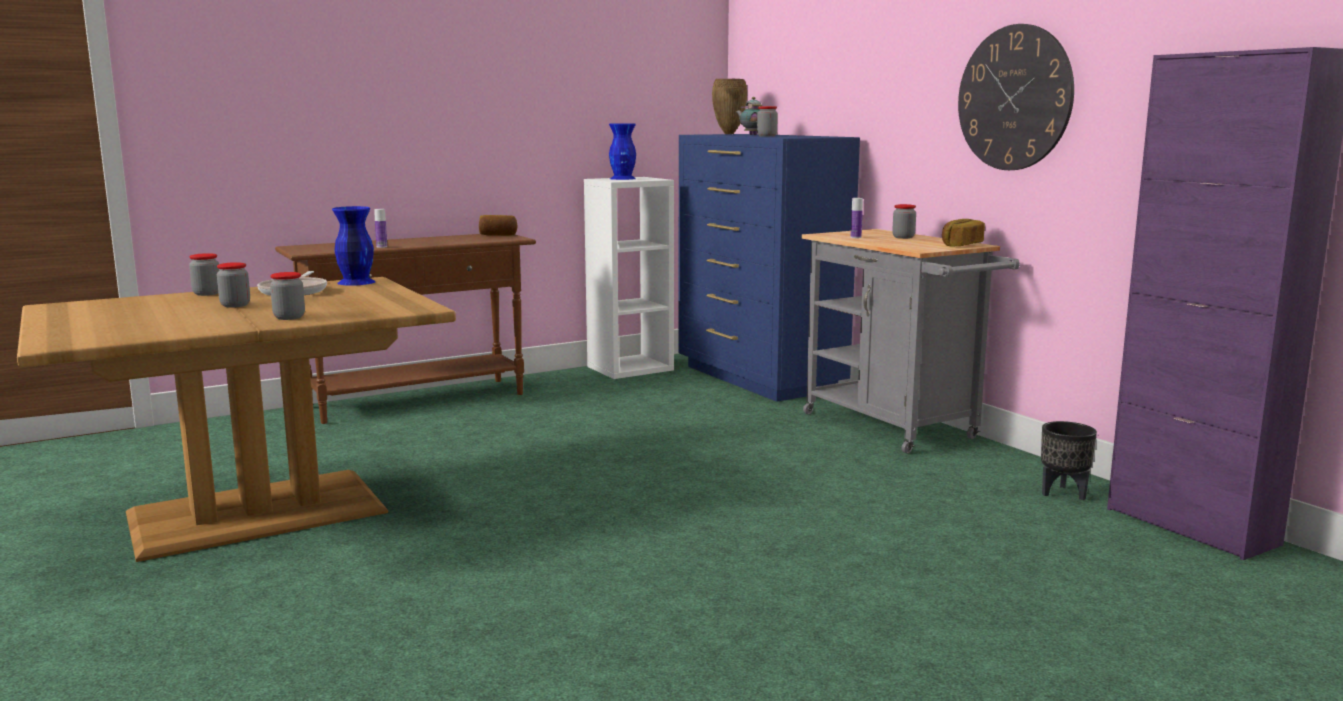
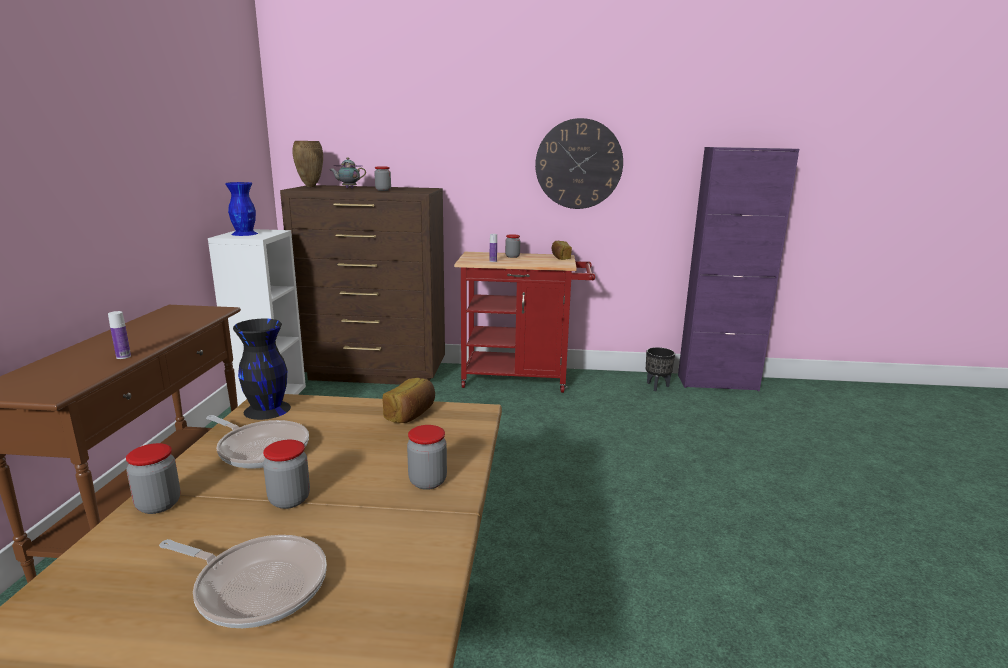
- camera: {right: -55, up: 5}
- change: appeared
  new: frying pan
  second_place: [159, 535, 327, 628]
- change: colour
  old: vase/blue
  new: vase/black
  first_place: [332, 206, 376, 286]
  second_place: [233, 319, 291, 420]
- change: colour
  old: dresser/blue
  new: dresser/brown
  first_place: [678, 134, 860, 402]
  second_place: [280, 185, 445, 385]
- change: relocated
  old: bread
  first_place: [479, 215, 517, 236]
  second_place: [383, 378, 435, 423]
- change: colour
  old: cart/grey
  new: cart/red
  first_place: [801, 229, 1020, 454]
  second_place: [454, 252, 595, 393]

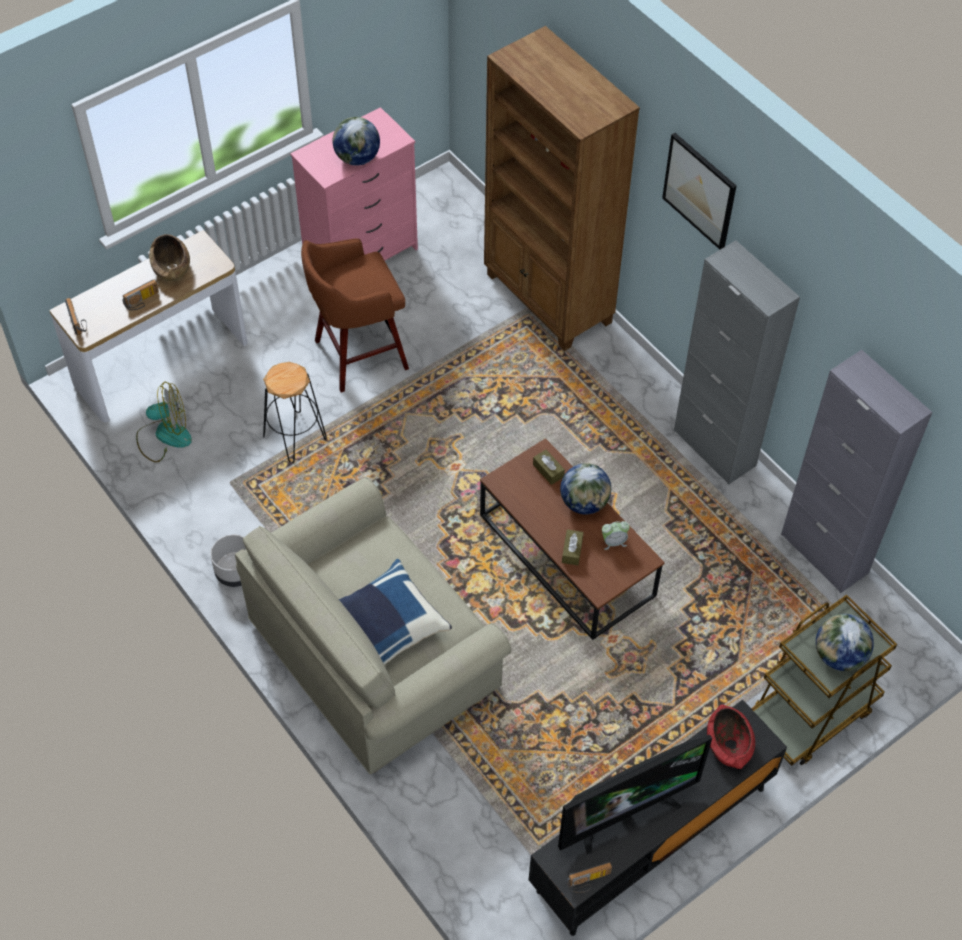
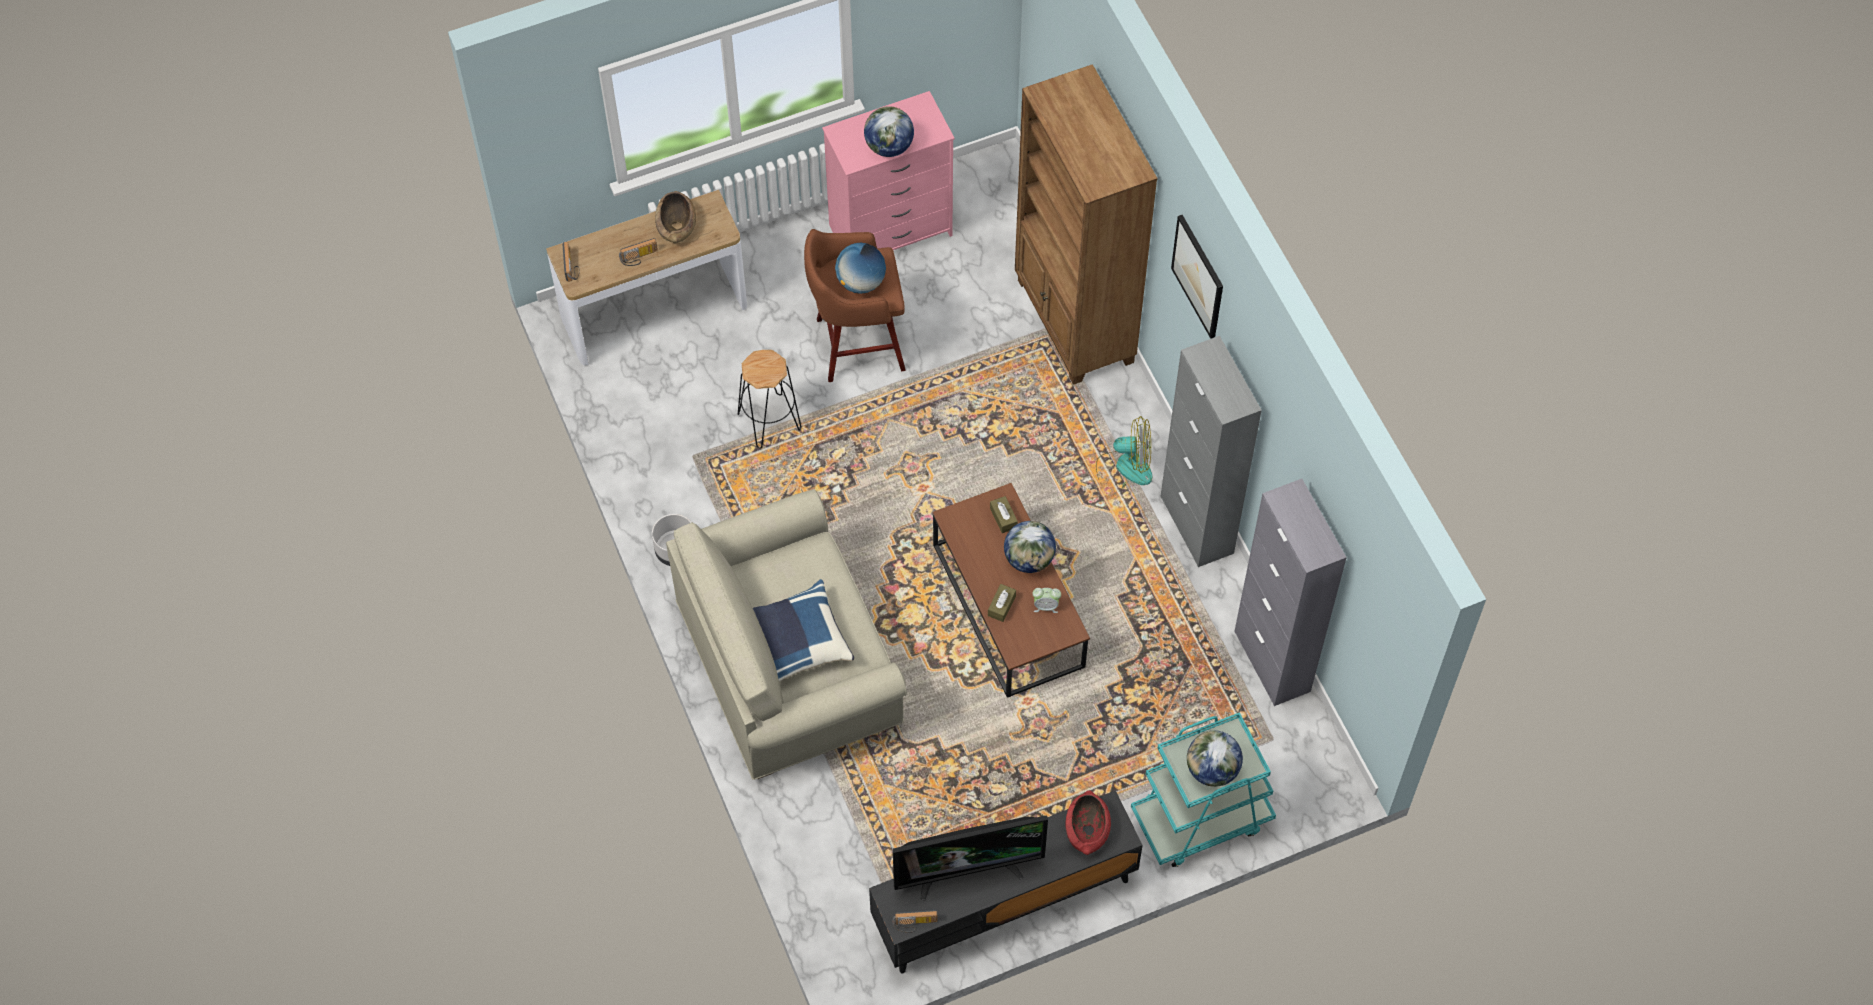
- camera: {right: 15, up: 5}
- change: appeared
  new: globe
  second_place: [835, 243, 886, 294]
- change: relocated
  old: fan
  first_place: [136, 381, 192, 462]
  second_place: [1096, 416, 1152, 489]
- change: colour
  old: cart/brown
  new: cart/turquoise
  first_place: [751, 594, 897, 766]
  second_place: [1131, 712, 1276, 867]

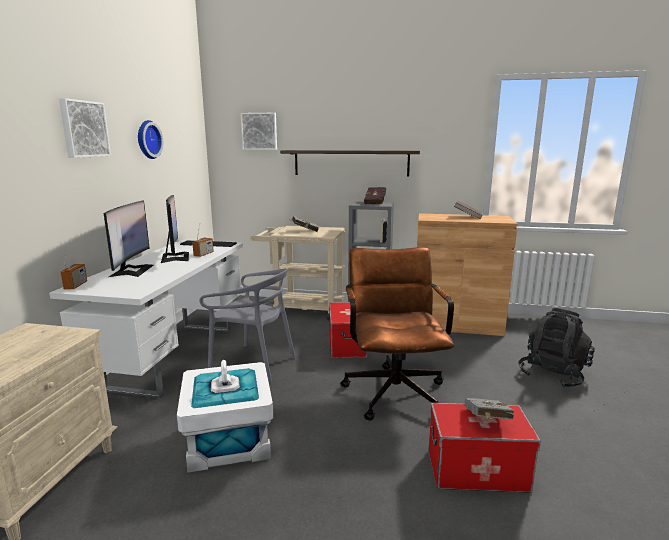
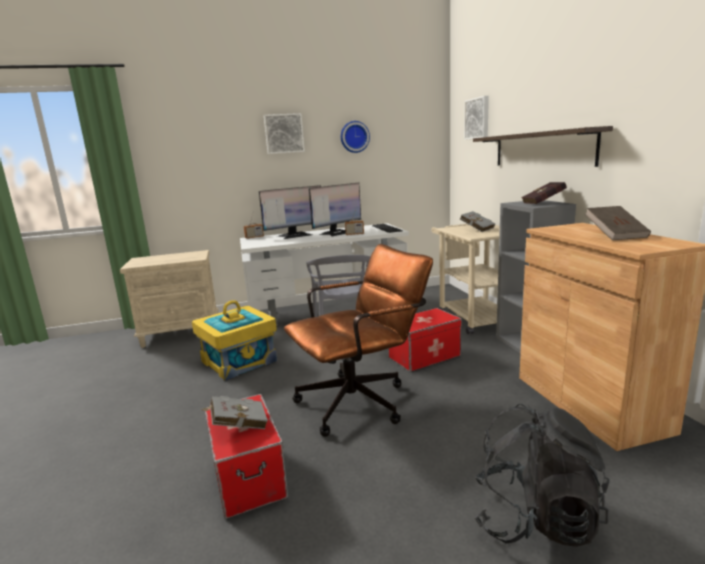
- camera: {right: 65, up: 0}
- change: colour
  old: storage box/white
  new: storage box/yellow
  first_place: [177, 360, 273, 472]
  second_place: [192, 300, 277, 381]

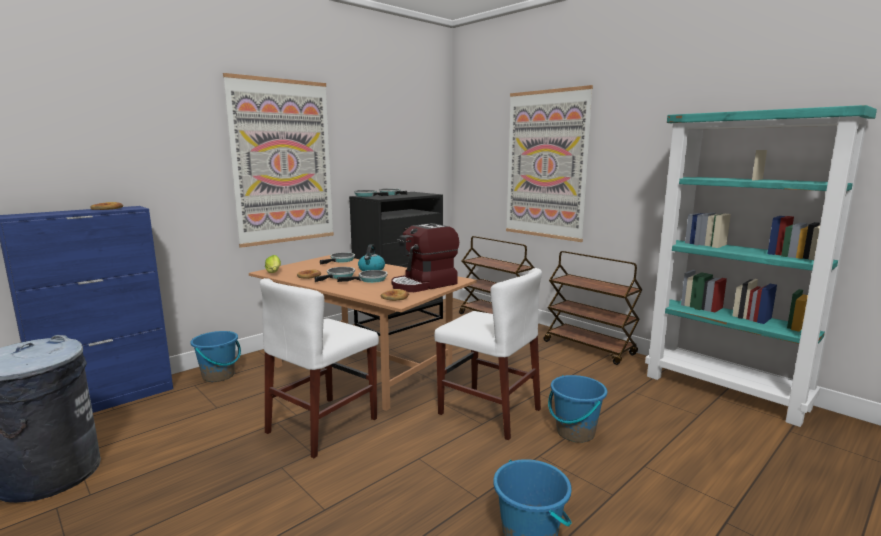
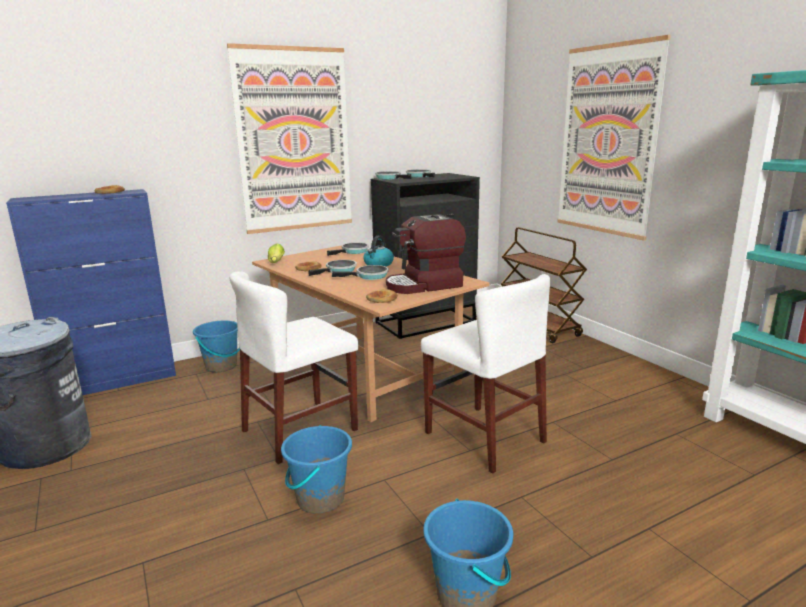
- camera: {right: 15, up: 5}
- change: relocated
  old: bucket/blue
  first_place: [548, 375, 607, 443]
  second_place: [281, 425, 352, 514]
- change: missing
  old: cart/brown
  first_place: [544, 251, 642, 365]

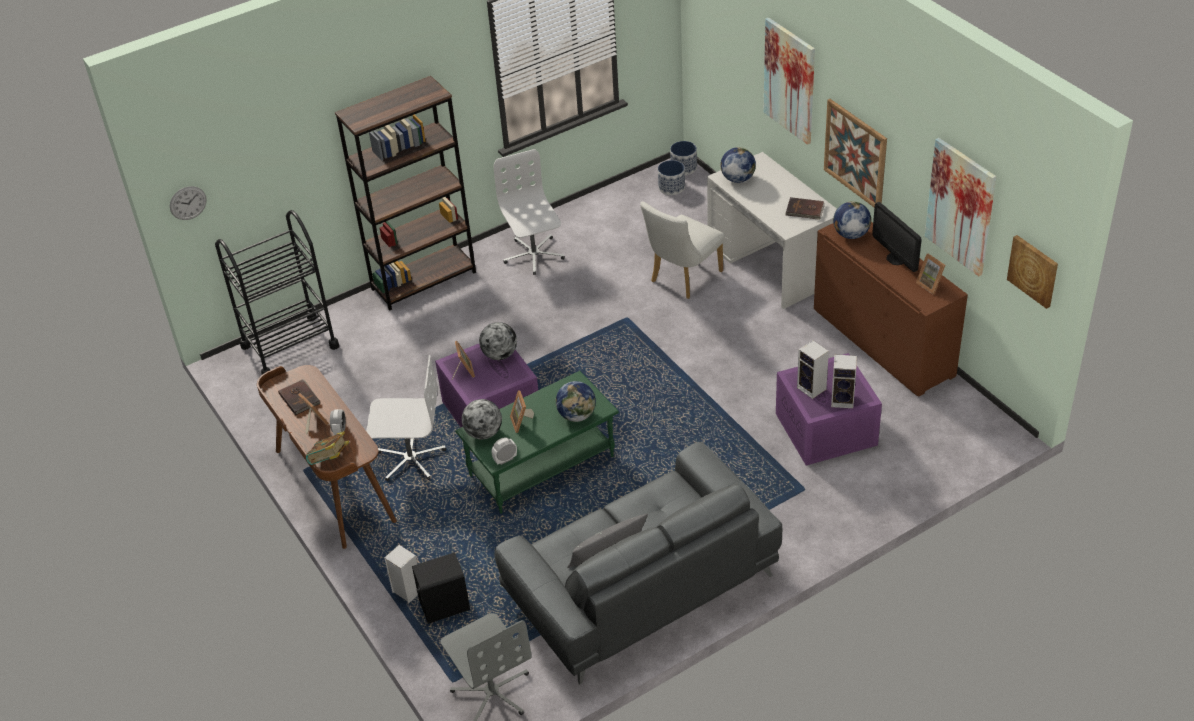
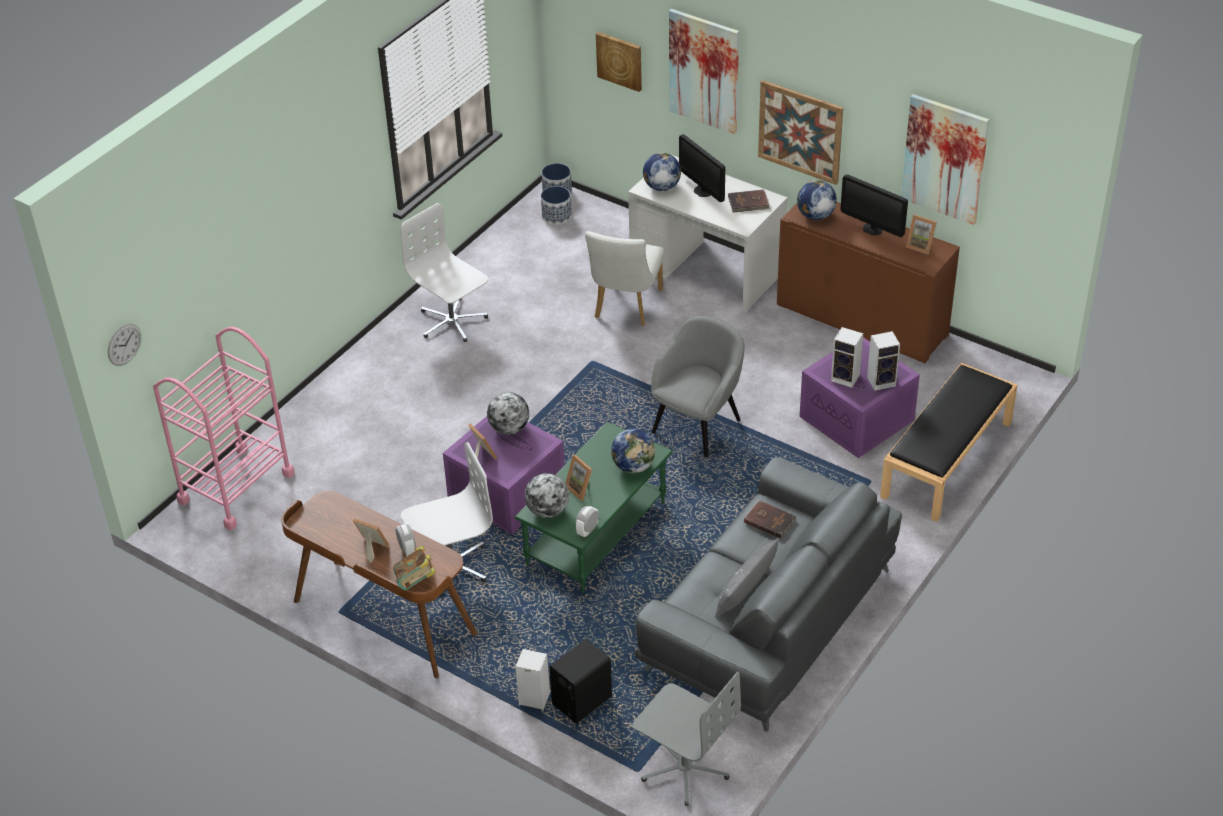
- camera: {right: -25, up: 0}
- change: colour
  old: cart/black
  new: cart/pink
  first_place: [215, 210, 339, 374]
  second_place: [153, 327, 295, 530]
- change: relocated
  old: picture
  first_place: [1007, 235, 1058, 309]
  second_place: [596, 32, 642, 92]
- change: appeared
  new: armchair/grey
  second_place: [651, 315, 744, 457]
- change: appeared
  new: monitor
  second_place: [679, 134, 725, 202]
- change: relocated
  old: book/brown
  first_place: [278, 379, 320, 415]
  second_place: [744, 500, 796, 539]
- change: appeared
  new: bench/black
  second_place: [880, 363, 1017, 522]
- change: missing
  old: bookcase/brown
  first_place: [335, 76, 476, 310]

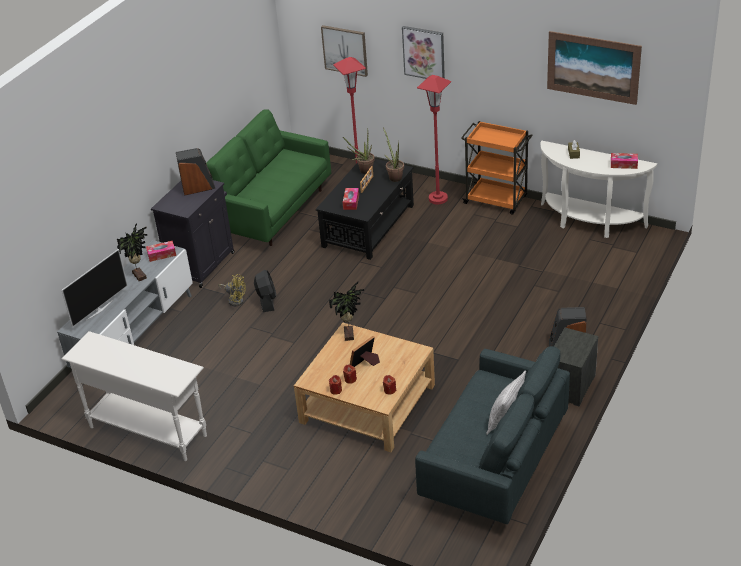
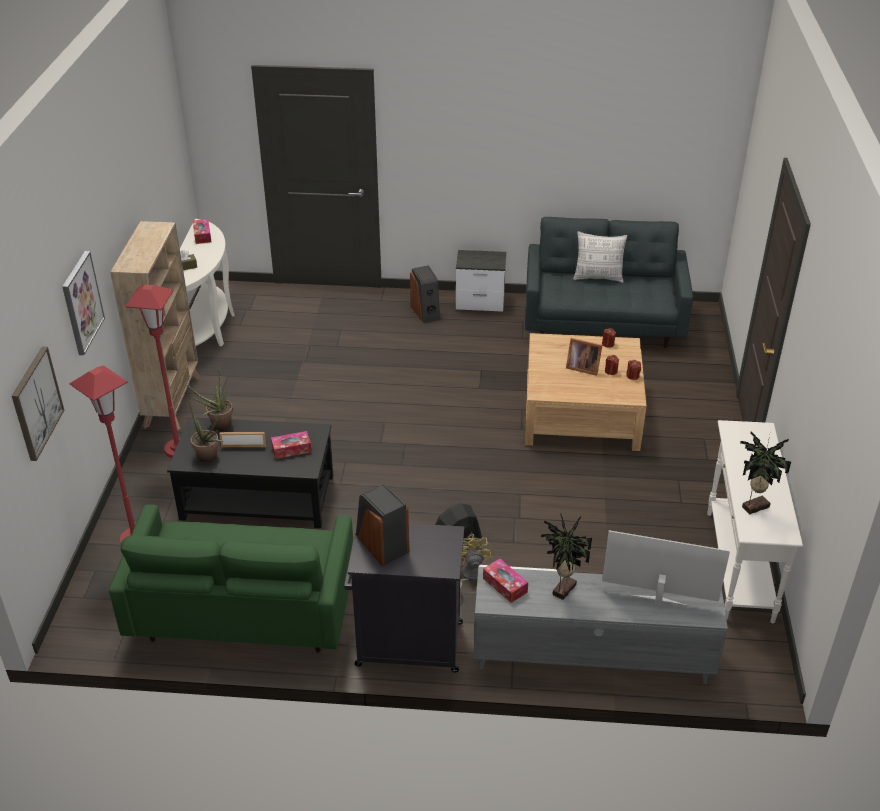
- camera: {right: -115, up: 0}
- change: exchanged
  old: cart/orange
  new: bookcase/beige
  first_place: [461, 121, 533, 215]
  second_place: [110, 221, 201, 430]
- change: relocated
  old: potted plant
  first_place: [329, 282, 365, 341]
  second_place: [740, 432, 791, 514]
- change: missing
  old: picture
  first_place: [547, 31, 642, 105]

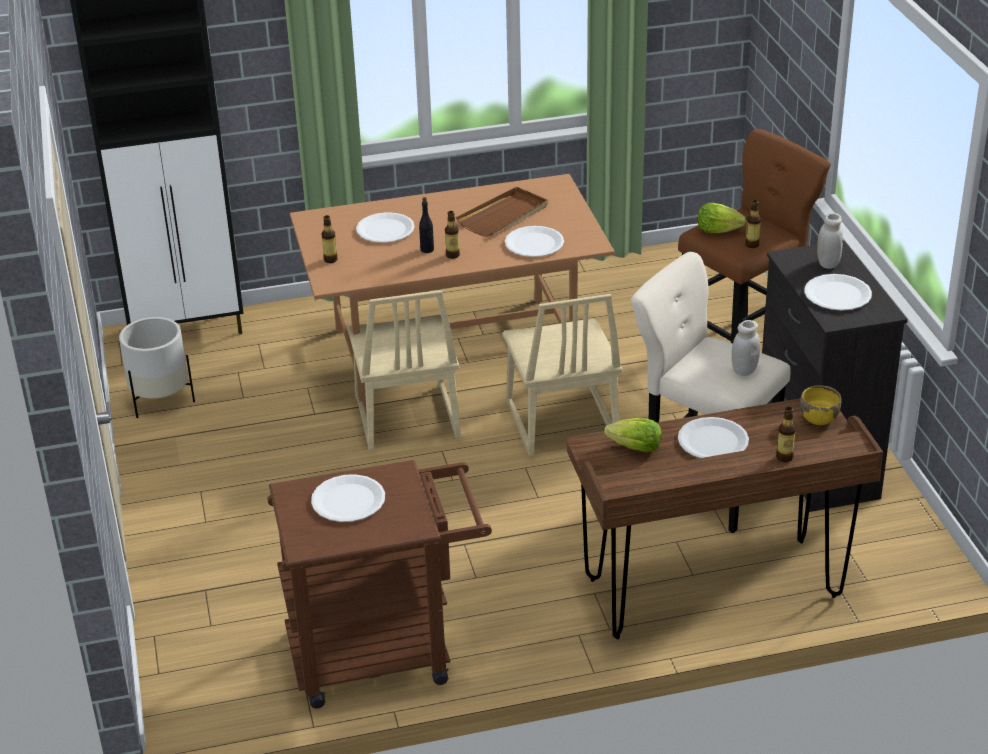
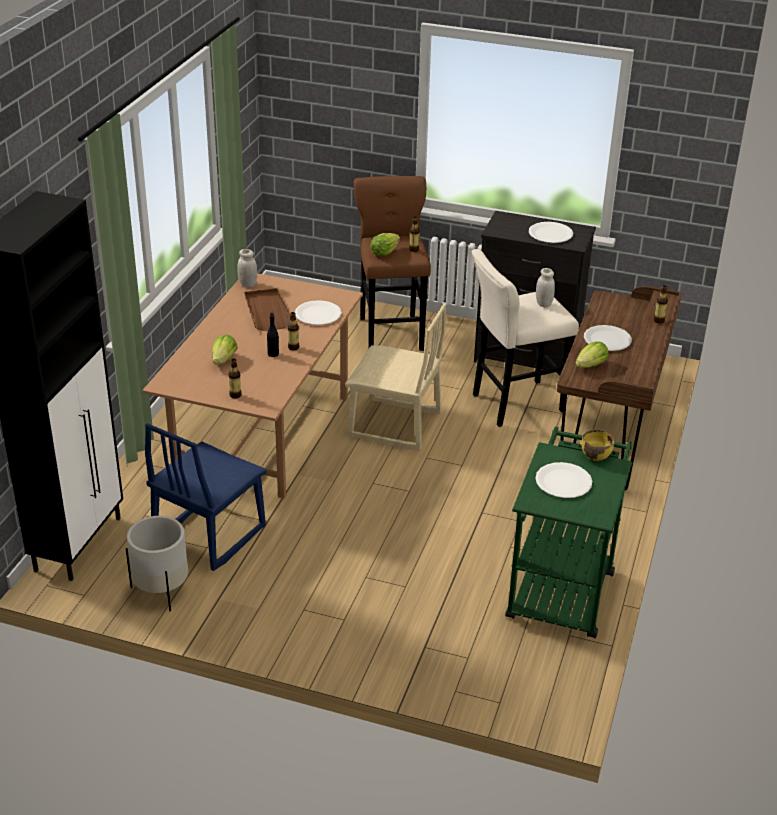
- camera: {right: -60, up: 0}
- change: appeared
  new: chair/blue
  second_place: [145, 423, 267, 571]
- change: exchanged
  old: plate/white
  new: lettuce
  first_place: [356, 212, 415, 243]
  second_place: [212, 334, 238, 365]
- change: relocated
  old: jar/white
  first_place: [817, 213, 843, 269]
  second_place: [237, 249, 257, 287]
- change: colour
  old: cart/brown
  new: cart/green
  first_place: [267, 460, 492, 709]
  second_place: [505, 426, 633, 638]
- change: relocated
  old: bowl/yellow
  first_place: [800, 385, 841, 425]
  second_place: [581, 429, 614, 461]
- change: missing
  old: chair/beige
  first_place: [347, 290, 461, 451]

